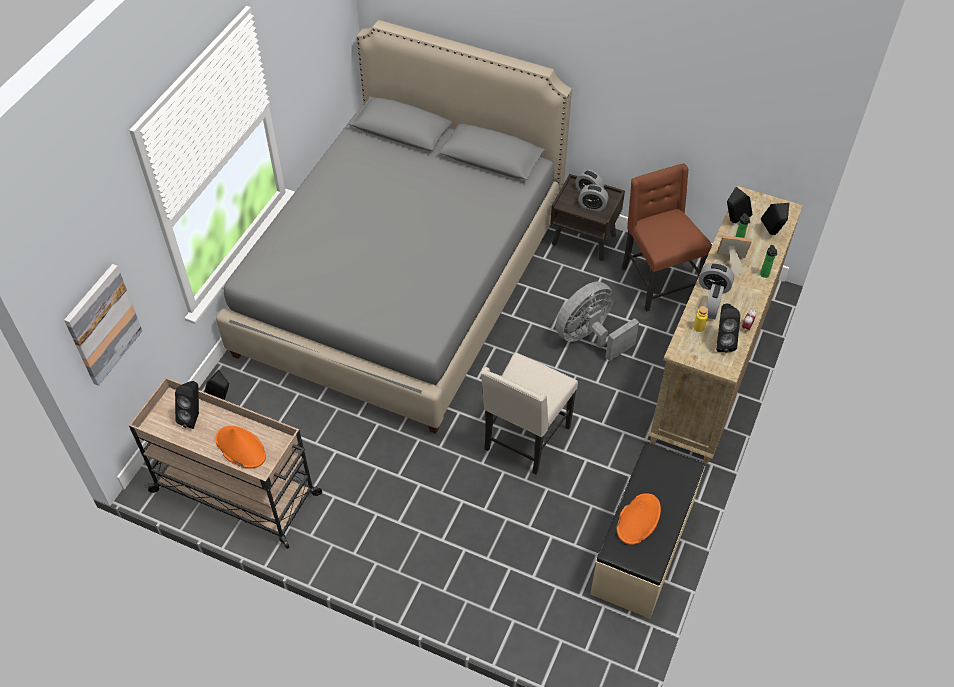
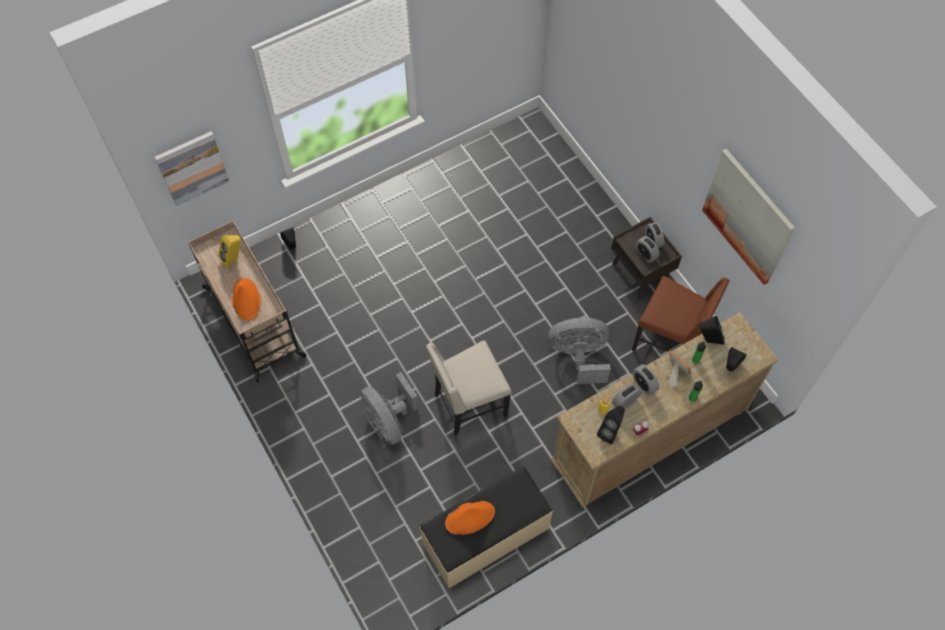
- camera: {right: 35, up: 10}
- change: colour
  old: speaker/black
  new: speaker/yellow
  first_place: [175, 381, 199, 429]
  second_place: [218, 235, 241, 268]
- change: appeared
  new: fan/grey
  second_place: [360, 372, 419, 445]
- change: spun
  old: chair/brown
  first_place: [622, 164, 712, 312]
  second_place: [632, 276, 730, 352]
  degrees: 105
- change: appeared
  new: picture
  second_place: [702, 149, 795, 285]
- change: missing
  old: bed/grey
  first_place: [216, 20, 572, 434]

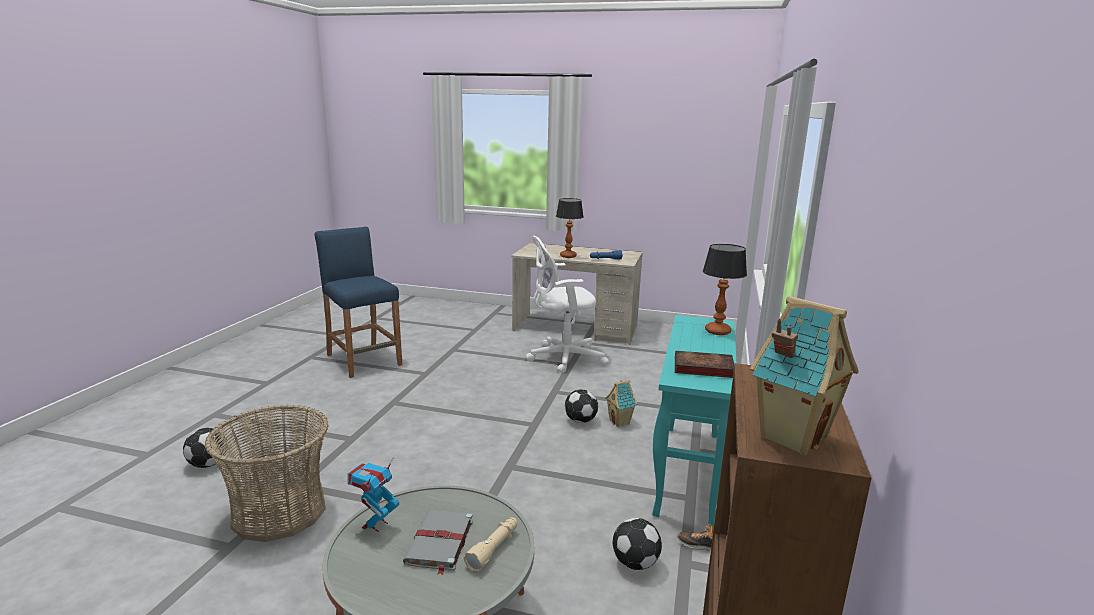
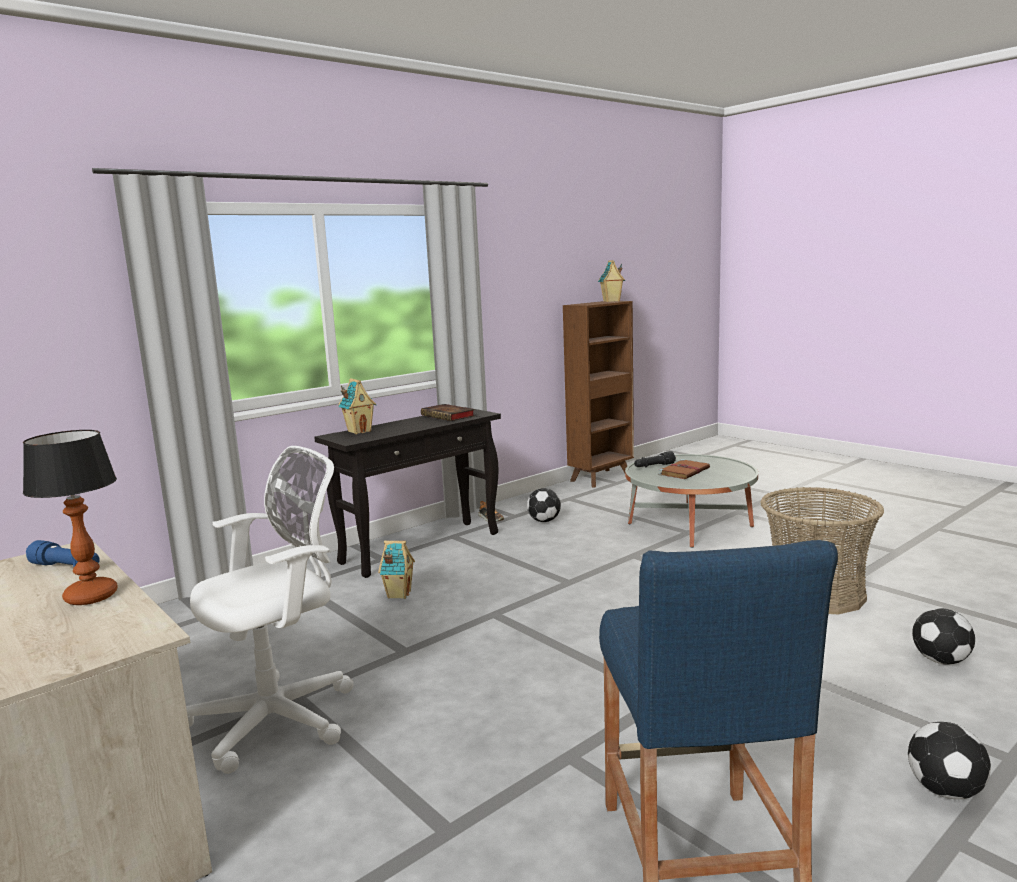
- camera: {right: -145, up: -5}
- change: spun
  old: office chair/white
  first_place: [526, 236, 609, 373]
  second_place: [186, 446, 353, 774]
  degrees: -60
- change: colour
  old: console table/turquoise
  new: console table/black
  first_place: [652, 315, 736, 527]
  second_place: [314, 407, 501, 578]
- change: exchanged
  old: table lamp
  new: toy house
  first_place: [703, 244, 747, 335]
  second_place: [338, 378, 376, 434]
- change: colour
  old: flashlight/beige
  new: flashlight/black
  first_place: [464, 517, 518, 572]
  second_place: [634, 451, 676, 467]
- change: colour
  old: book/grey
  new: book/brown
  first_place: [403, 510, 473, 575]
  second_place: [659, 459, 710, 479]
- change: relocated
  old: football
  first_place: [565, 389, 598, 423]
  second_place: [908, 722, 991, 799]
- change: missing
  old: toy robot
  first_place: [348, 459, 399, 532]

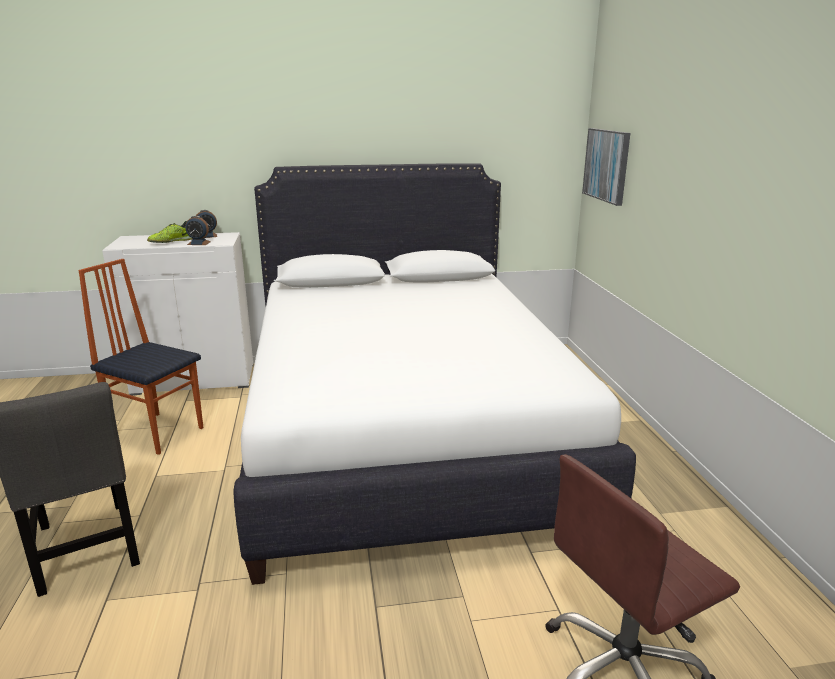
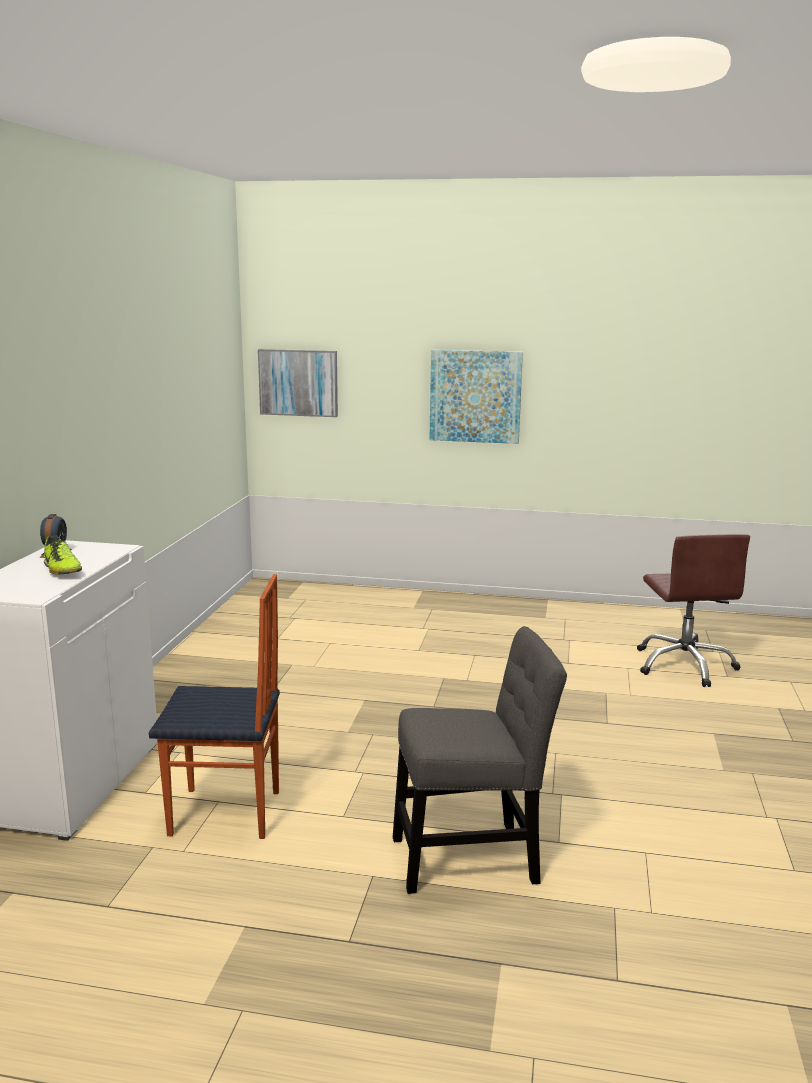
- camera: {right: -70, up: -5}
- change: spun
  old: chair
  first_place: [78, 259, 203, 455]
  second_place: [149, 574, 280, 839]
  degrees: -135
- change: appeared
  new: picture
  second_place: [430, 350, 523, 444]
- change: missing
  old: alarm clock
  first_place: [185, 216, 211, 245]
- change: missing
  old: bed/white
  first_place: [233, 163, 636, 585]

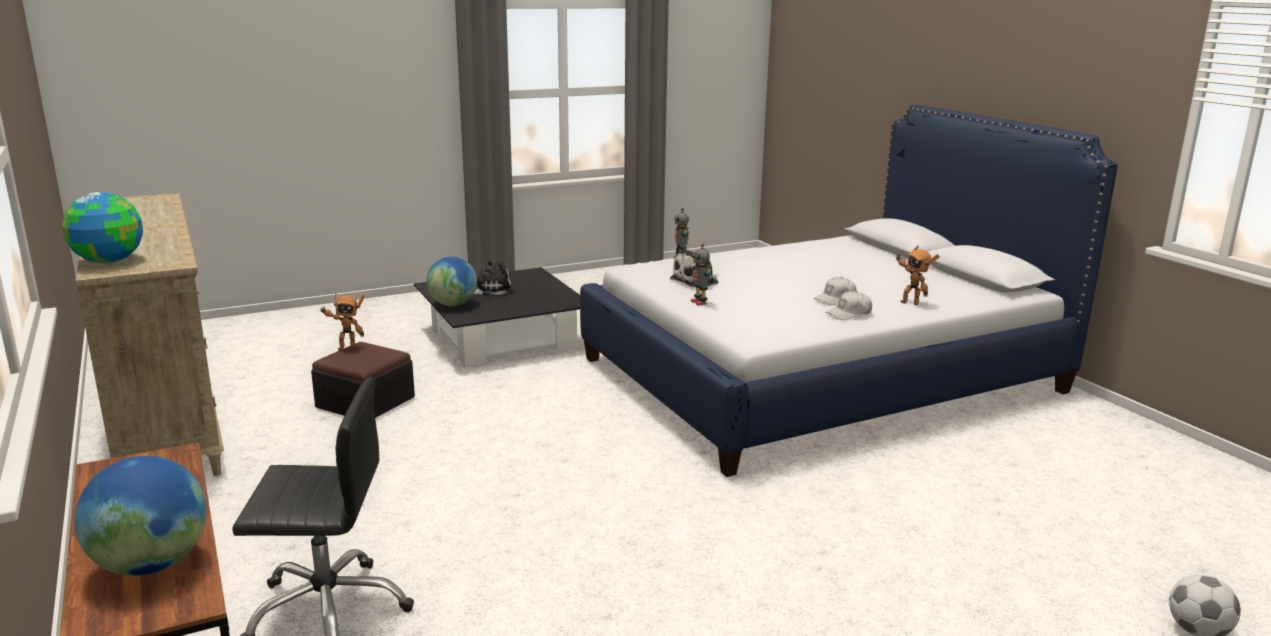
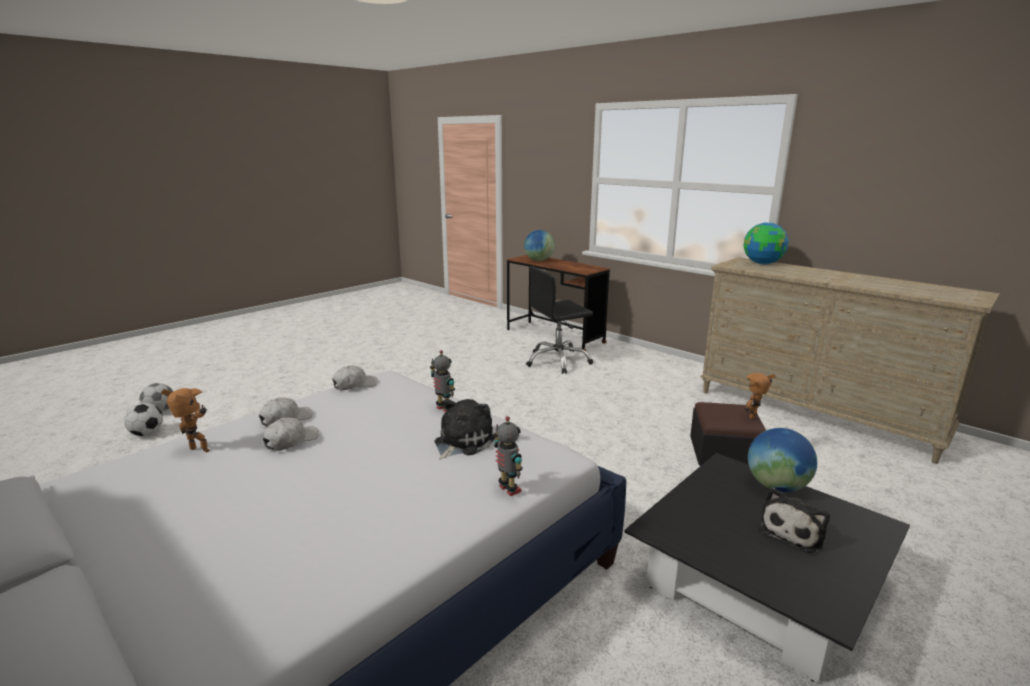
- camera: {right: 160, up: 0}
- change: appeared
  new: football
  second_place: [124, 403, 163, 436]
- change: appeared
  new: cap/white
  second_place: [332, 365, 378, 390]

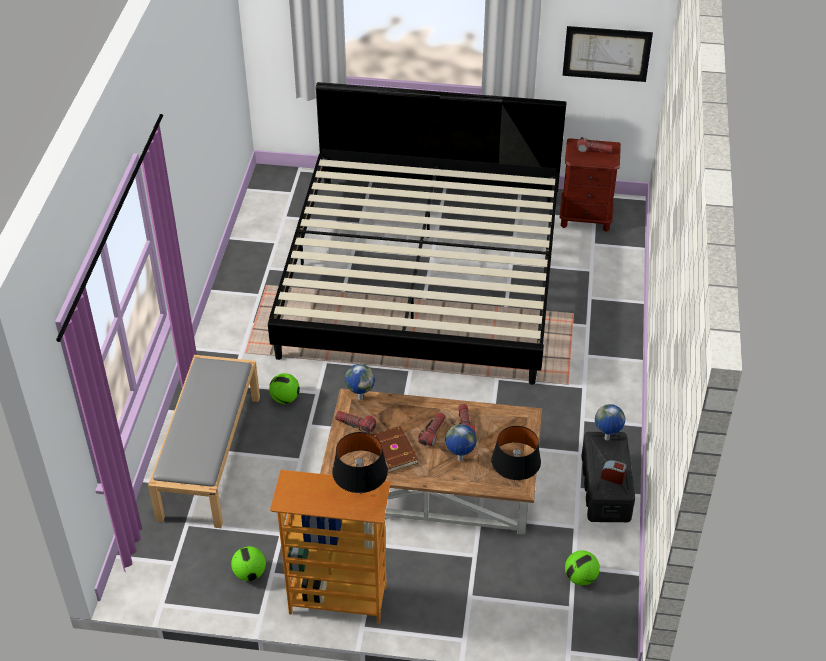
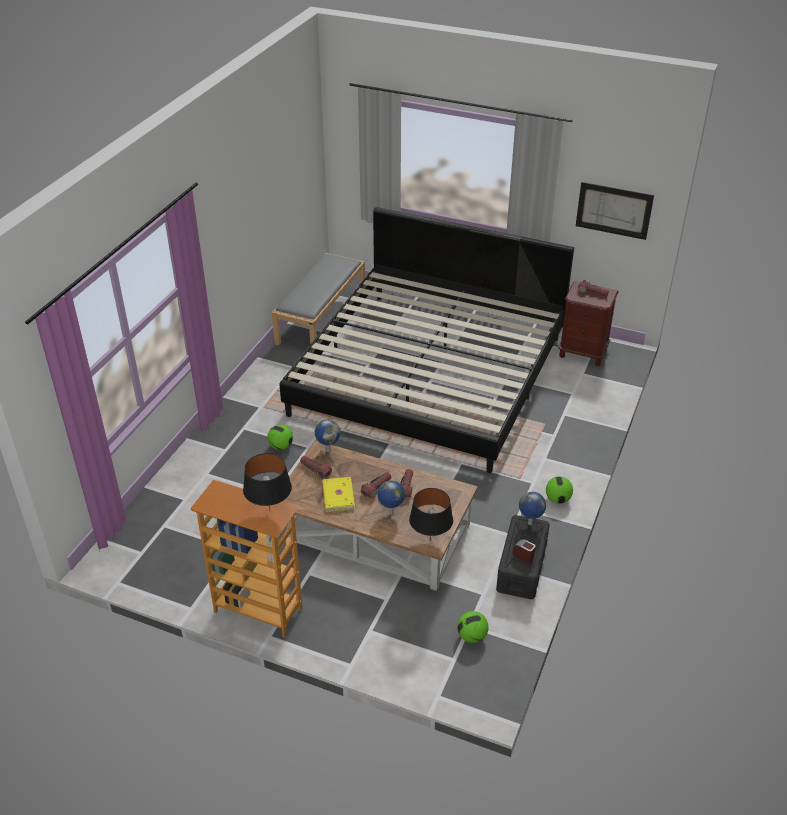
- camera: {right: 15, up: -5}
- change: relocated
  old: bench/grey
  first_place: [148, 355, 260, 528]
  second_place: [272, 253, 365, 346]
- change: colour
  old: book/brown
  new: book/yellow
  first_place: [373, 426, 418, 473]
  second_place: [322, 477, 355, 512]
- change: relocated
  old: football
  first_place: [231, 546, 266, 581]
  second_place: [546, 476, 573, 504]

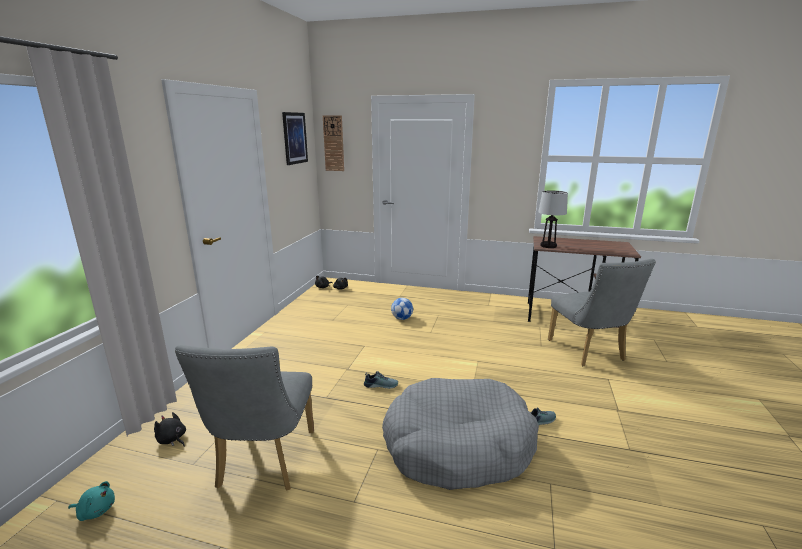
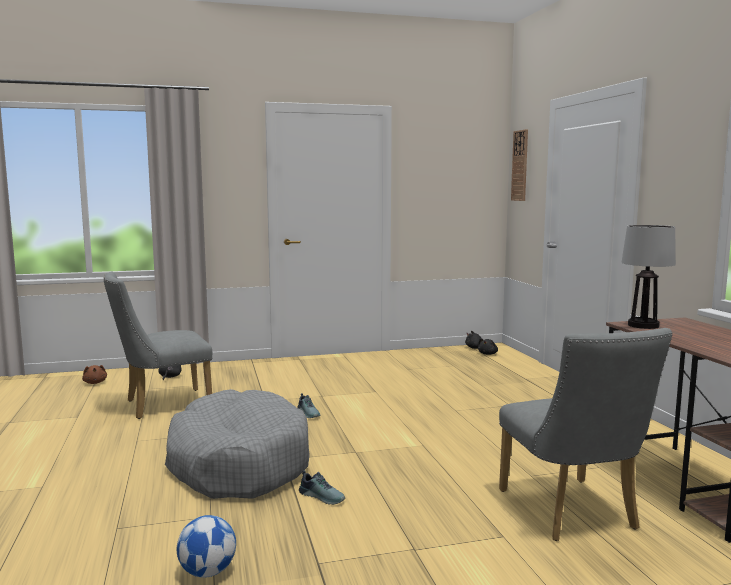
- camera: {right: 60, up: -10}
- change: colour
  old: plush toy/turquoise
  new: plush toy/brown
  first_place: [68, 481, 115, 521]
  second_place: [82, 365, 107, 384]
- change: relocated
  old: football
  first_place: [391, 298, 413, 320]
  second_place: [177, 515, 236, 578]
- change: spun
  old: chair/grey
  first_place: [548, 259, 656, 367]
  second_place: [499, 328, 673, 541]
  degrees: -60
- change: missing
  old: picture
  first_place: [282, 112, 308, 165]

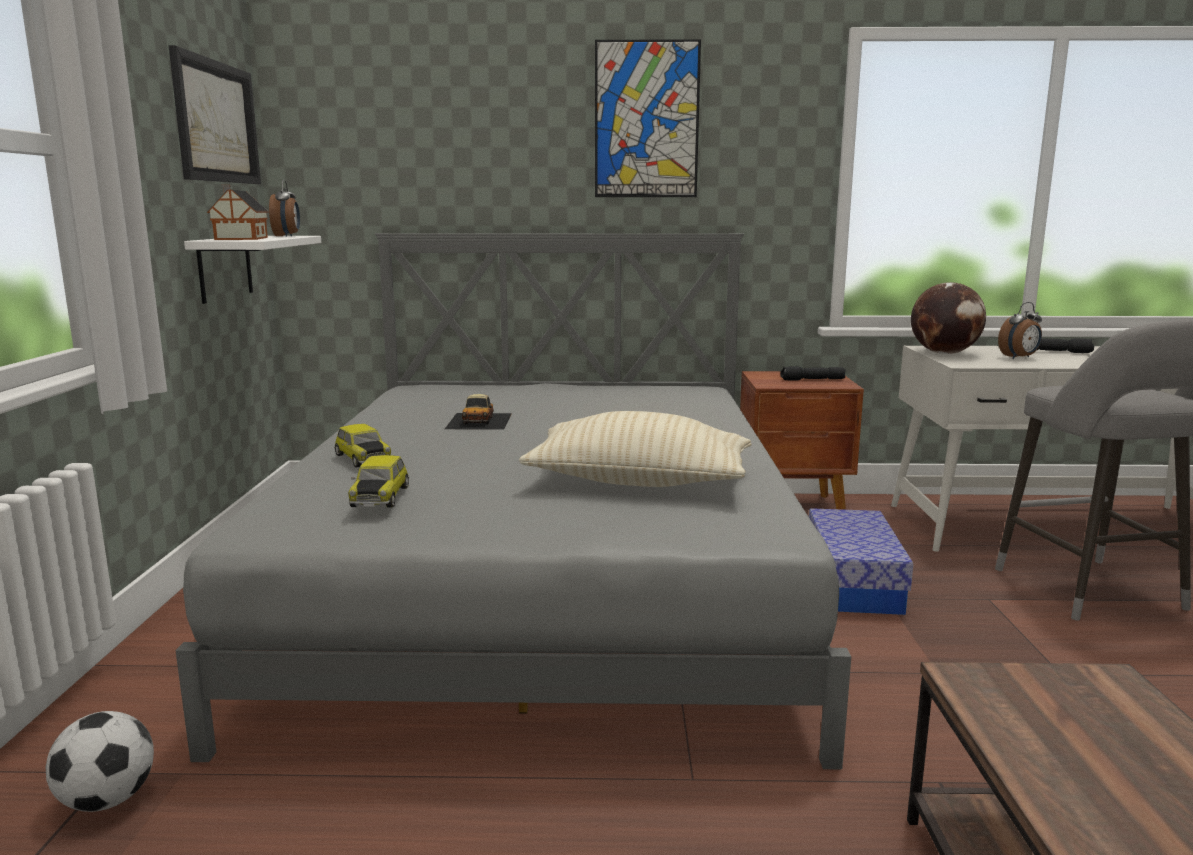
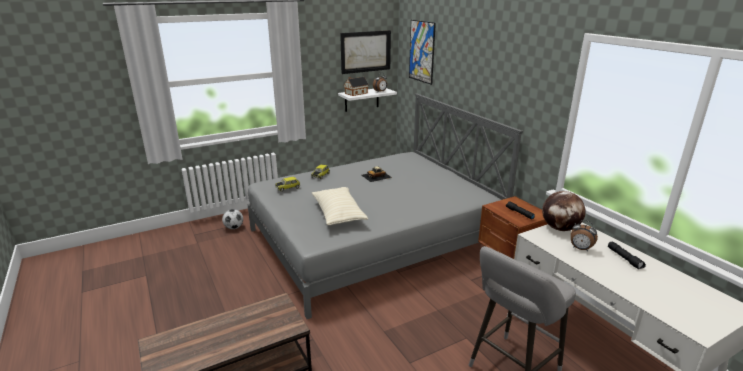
- camera: {right: 60, up: 10}
- change: relocated
  old: picture
  first_place: [595, 39, 701, 197]
  second_place: [409, 20, 436, 85]
- change: missing
  old: storage box
  first_place: [809, 508, 913, 615]

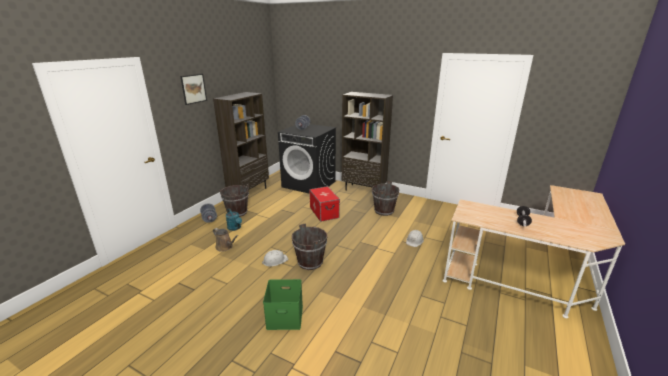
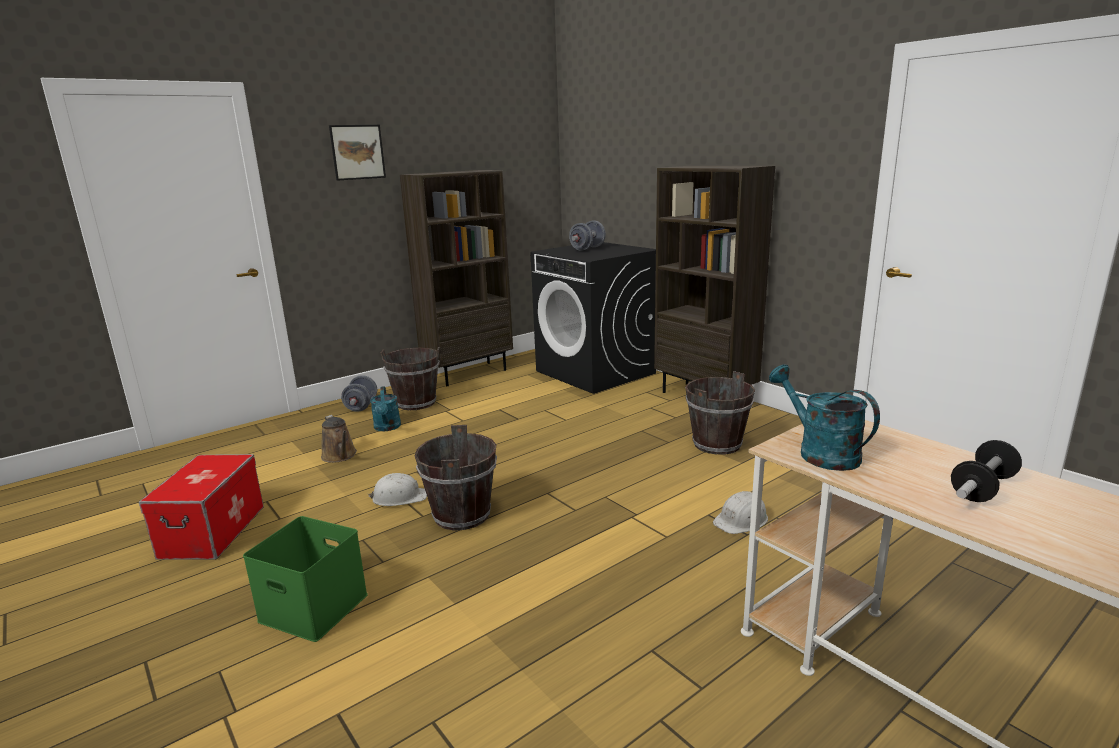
- camera: {right: 25, up: -5}
- change: relocated
  old: storage box
  first_place: [309, 186, 340, 222]
  second_place: [139, 454, 264, 560]
- change: appeared
  new: watering can/turquoise
  second_place: [769, 365, 880, 471]

